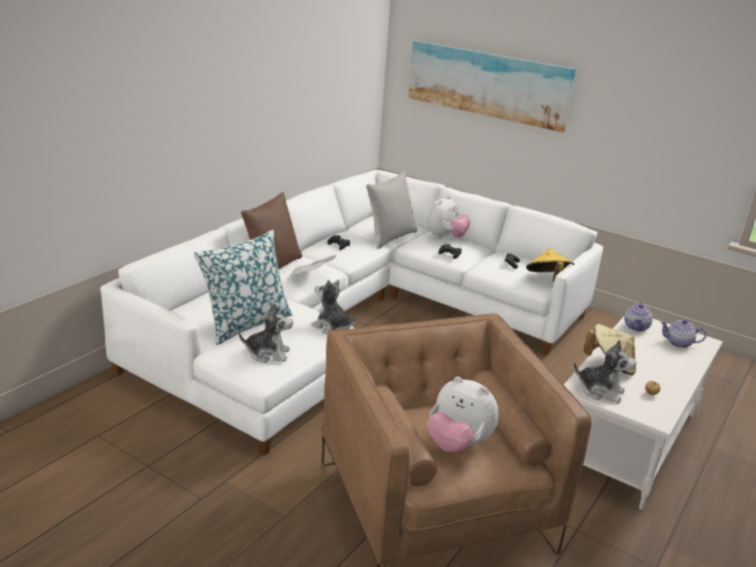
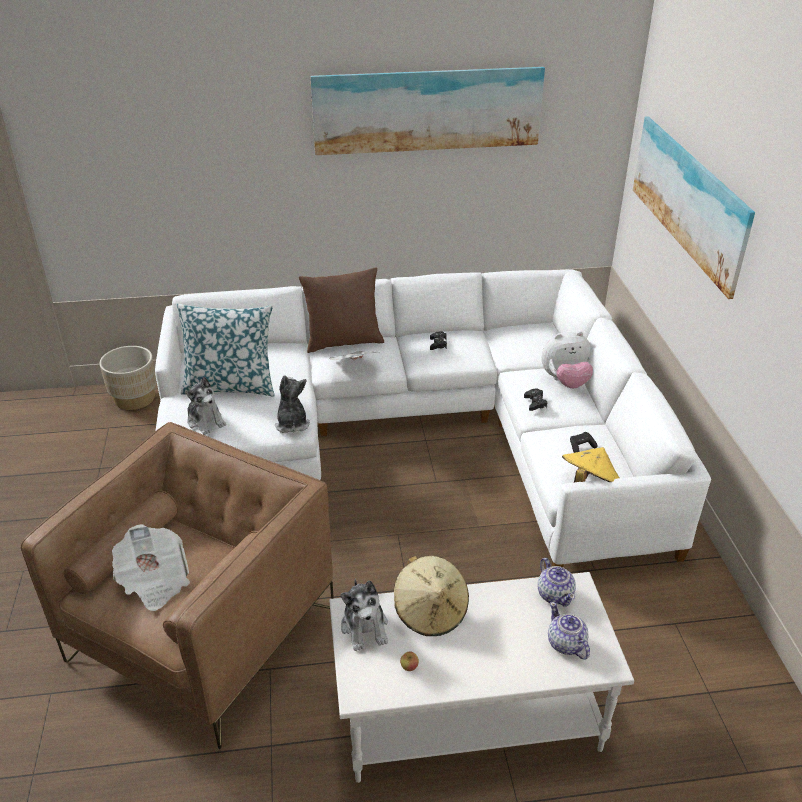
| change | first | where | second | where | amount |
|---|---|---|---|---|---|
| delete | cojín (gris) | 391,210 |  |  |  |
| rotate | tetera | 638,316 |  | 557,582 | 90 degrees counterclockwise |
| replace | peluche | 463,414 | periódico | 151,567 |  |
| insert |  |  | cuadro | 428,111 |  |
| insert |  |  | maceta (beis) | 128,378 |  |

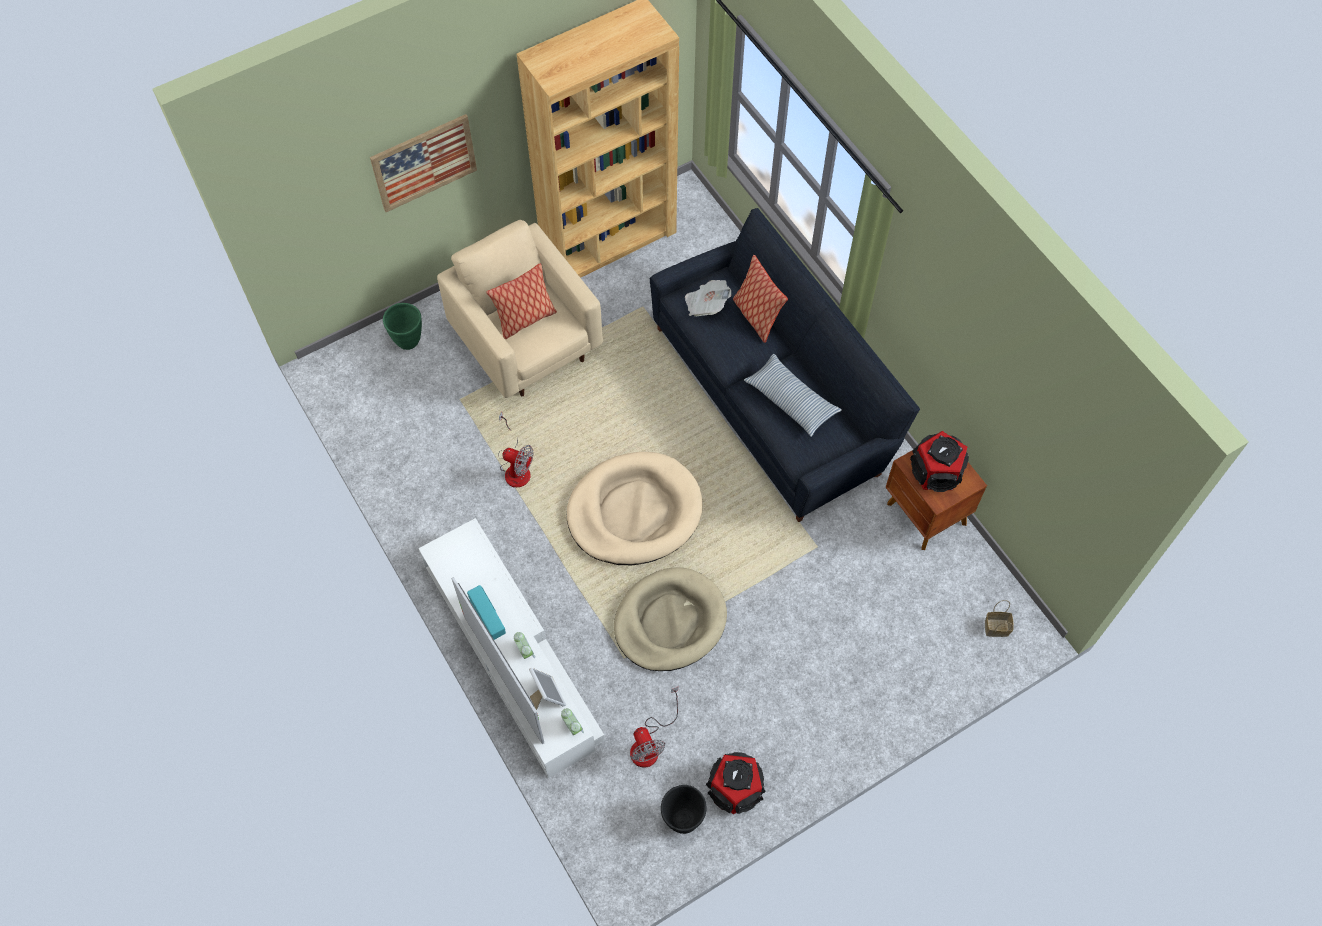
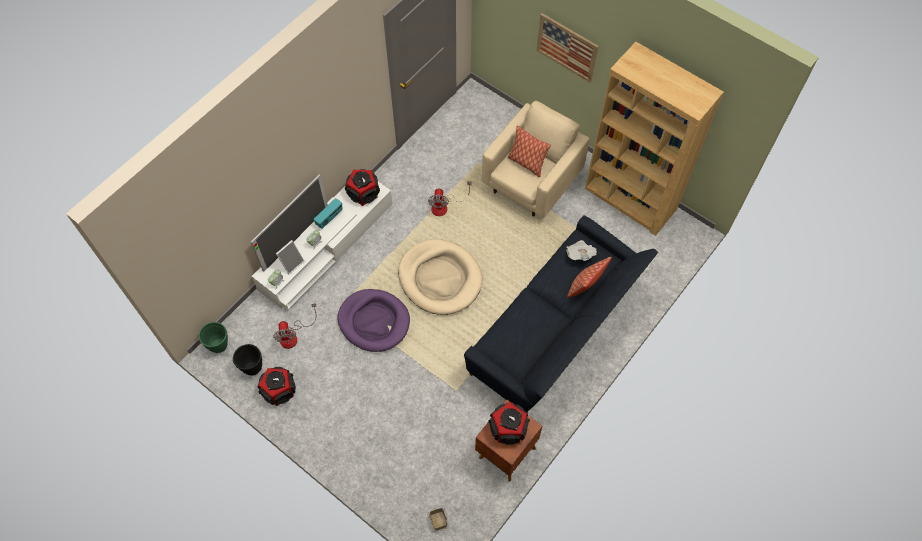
| change | first | where | second | where | amount |
|---|---|---|---|---|---|
| move | maceta (verde) | 402,326 |  | 213,337 |  |
| delete | cojín | 793,395 |  |  |  |
| recolor | cama para perro (beis) | 670,619 | cama para perro (morado) | 374,320 |  |
| rotate | ventilador | 654,727 |  | 294,326 | 60 degrees counterclockwise |
| insert |  |  | altavoz | 362,187 |  |

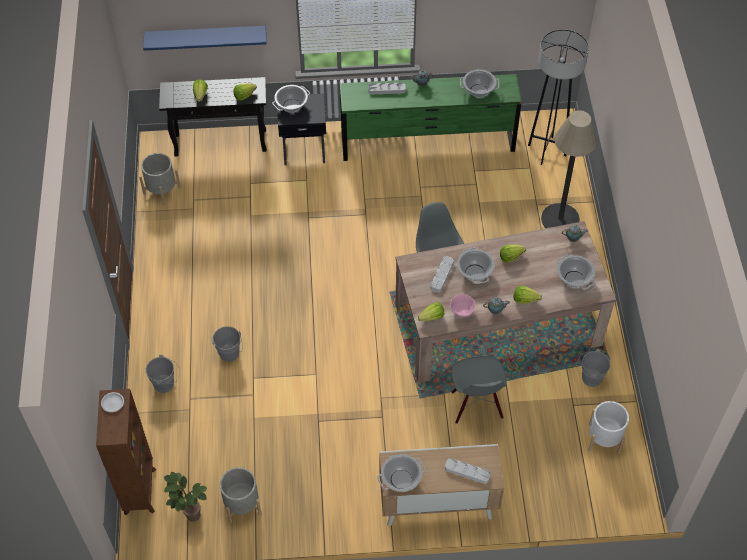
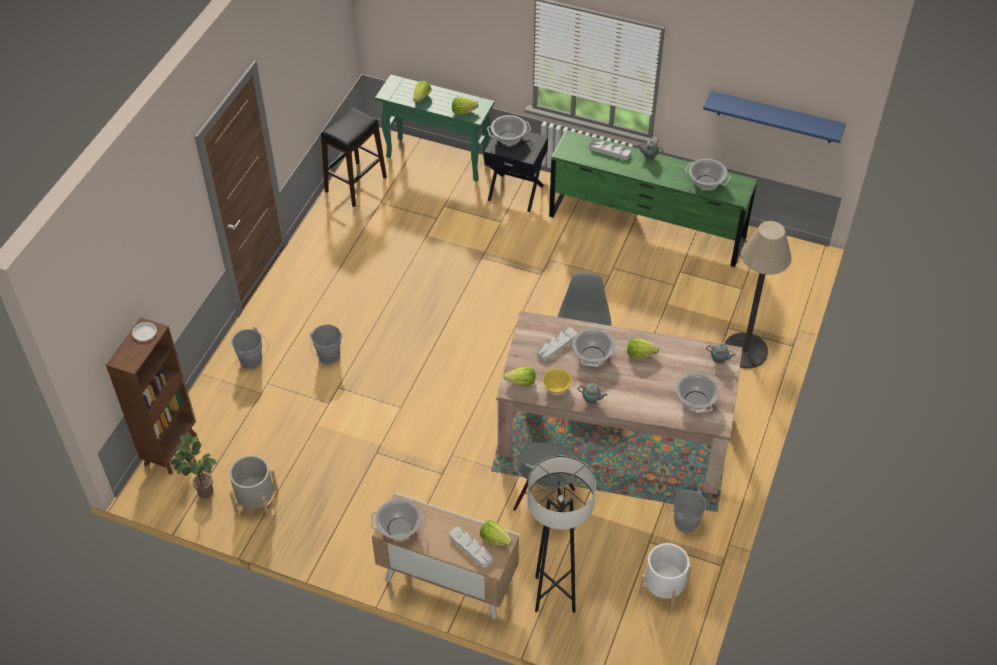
| change | first | where | second | where | amount |
|---|---|---|---|---|---|
| move | estante (azul) | 204,38 |  | 774,117 |  |
| move | lámpara de pie (gris) | 558,97 |  | 561,534 |  |
| recolor | mesa consola (negro) | 213,116 | mesa consola (verde) | 435,128 |  |
| replace | maceta (gris) | 160,179 | taburete (negro) | 354,157 |  |
| move | lechuga | 527,295 |  | 496,533 |  |
| recolor | cuenco (rosa) | 462,305 | cuenco (amarillo) | 557,381 |  |

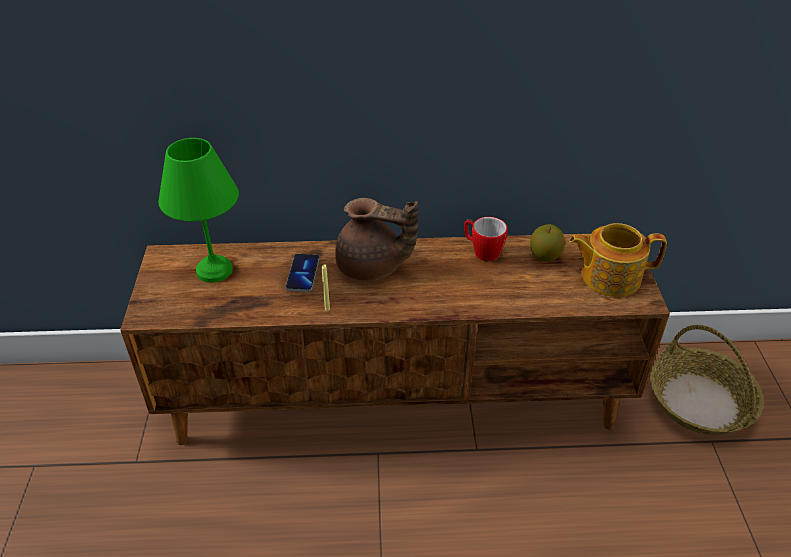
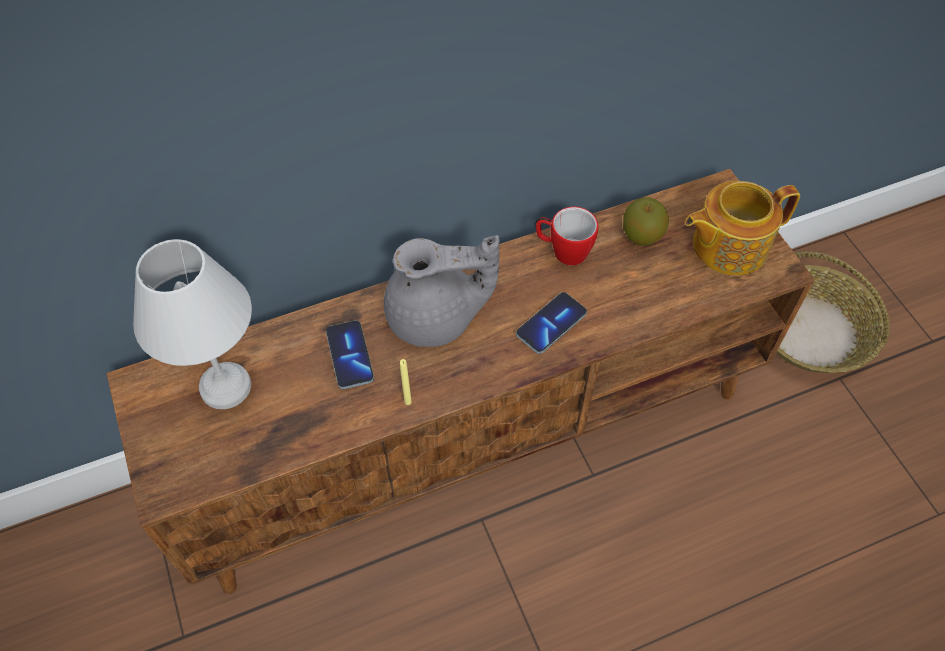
| change | first | where | second | where | amount |
|---|---|---|---|---|---|
| recolor | lámpara de mesa (verde) | 198,210 | lámpara de mesa (blanco) | 192,324 |  |
| recolor | tetera (marrón) | 376,239 | tetera (gris) | 442,291 |  |
| insert |  |  | móvil | 551,323 |  |

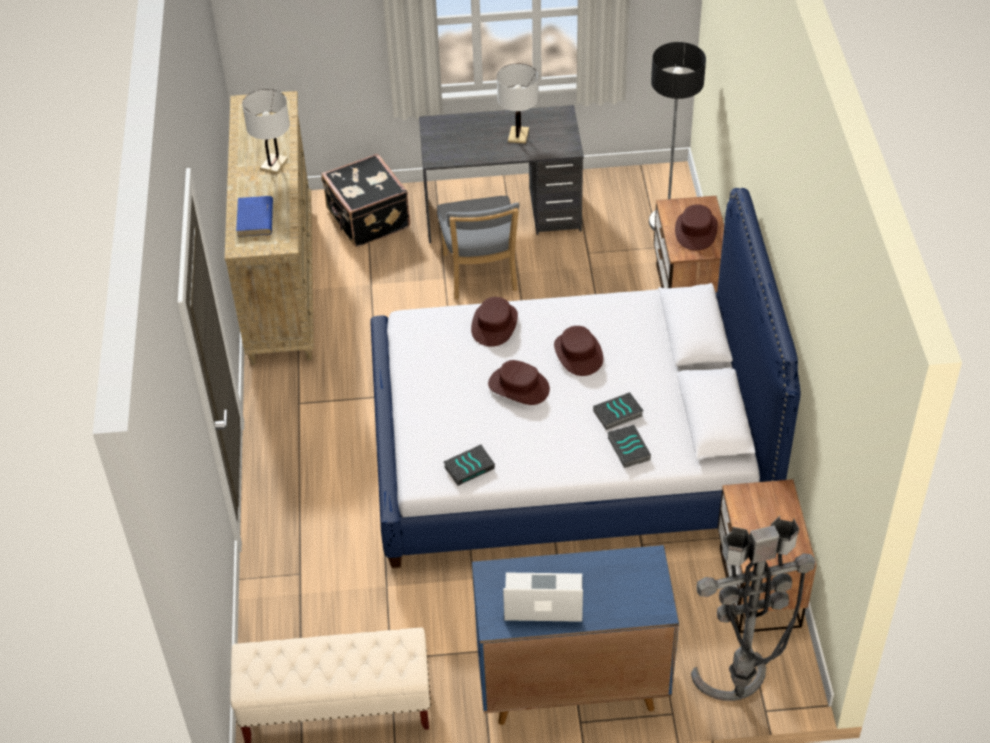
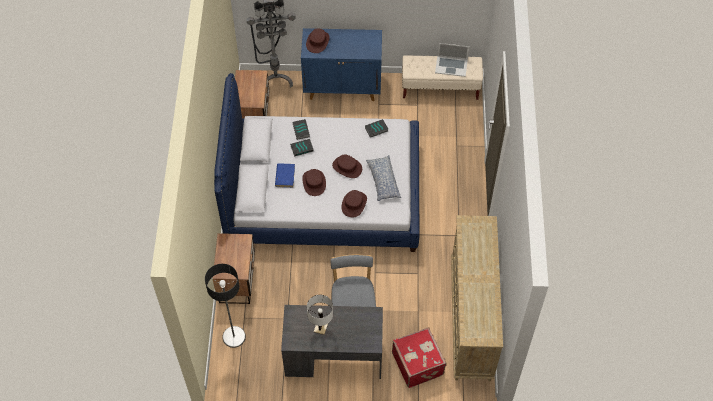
| change | first | where | second | where | amount |
|---|---|---|---|---|---|
| delete | lámpara de mesa (blanco) | 266,131 |  |  |  |
| recolor | maleta (negro) | 365,200 | maleta (rojo) | 419,357 |  |
| move | libro (azul) | 254,216 |  | 285,175 |  |
| move | sombrero (marrón) | 696,227 |  | 318,40 |  |
| move | portátil | 543,597 |  | 452,60 |  |
| insert |  |  | cojín | 383,178 |  |

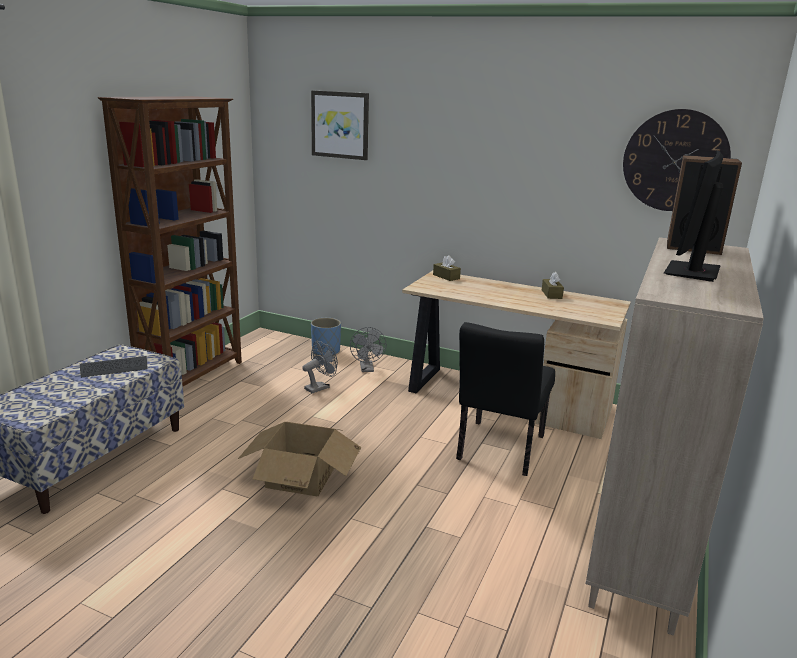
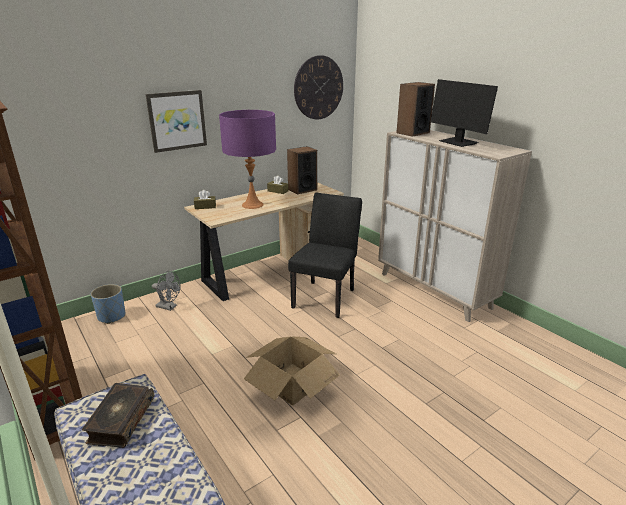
| change | first | where | second | where | amount |
|---|---|---|---|---|---|
| move | cuadro | 340,125 |  | 176,121 |  |
| rotate | silla (negro) | 505,399 |  | 325,255 | 120 degrees counterclockwise |
| delete | ventilador (gris) | 320,367 |  |  |  |
| replace | teclado | 113,366 | libro | 118,415 |  |
| insert |  |  | lámpara de mesa (morado) | 247,159 |  |
| insert |  |  | altavoz | 302,170 |  |

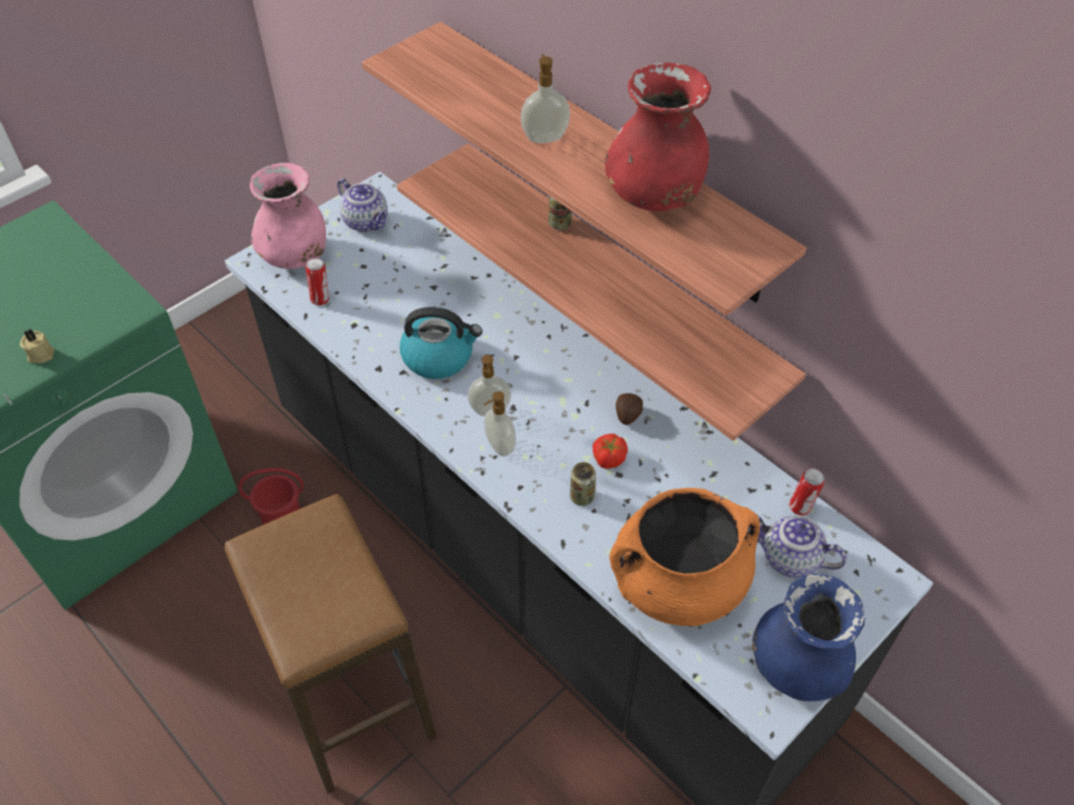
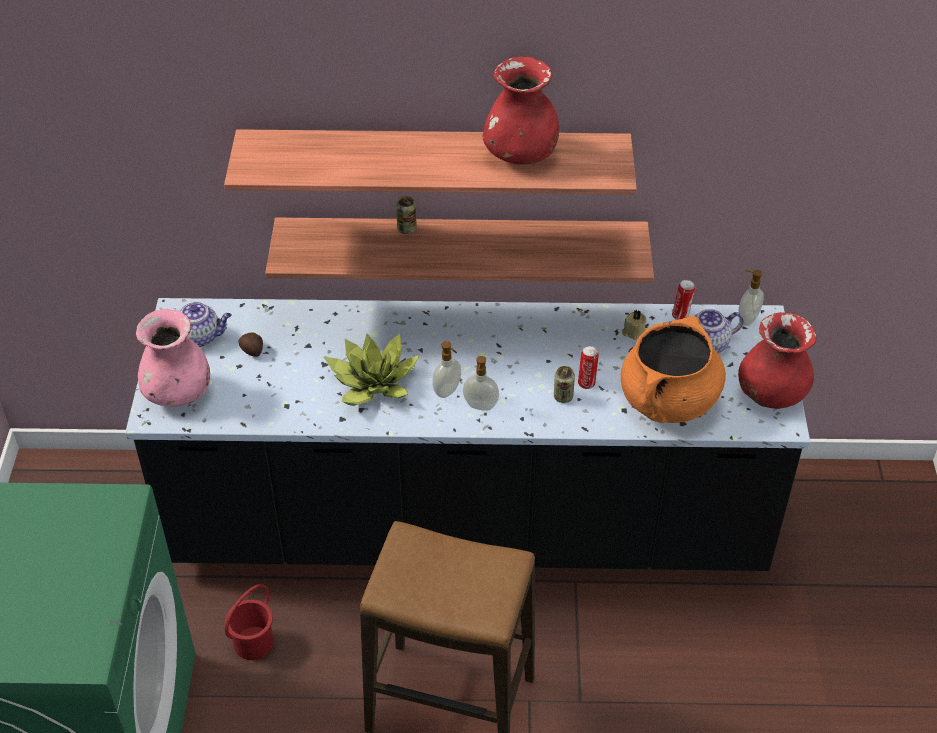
| change | first | where | second | where | amount |
|---|---|---|---|---|---|
| move | dispensador de jabón | 545,98 |  | 751,298 |  |
| move | lata | 317,282 |  | 588,367 |  |
| replace | hervidor | 441,343 | planta en maceta | 371,369 |  |
| move | vela (beis) | 37,346 |  | 634,325 |  |
| move | patata | 629,409 |  | 250,344 |  |
| delete | tomate | 610,451 |  |  |  |
| recolor | florero (azul) | 808,637 | florero (rojo) | 777,360 |  |

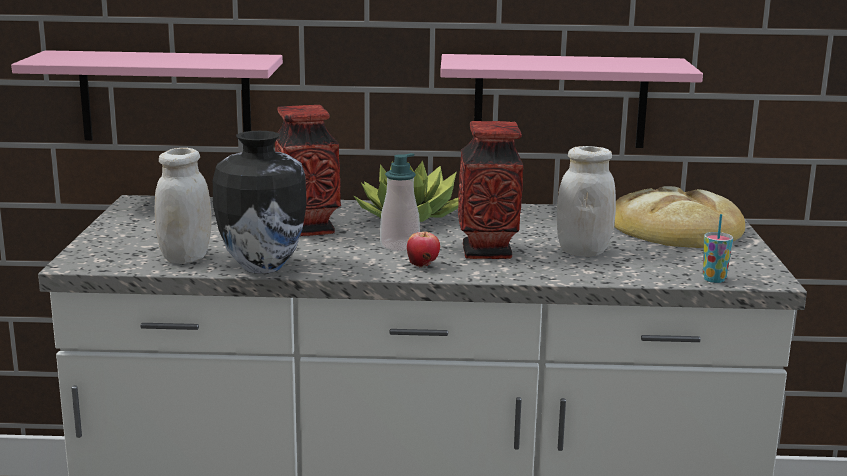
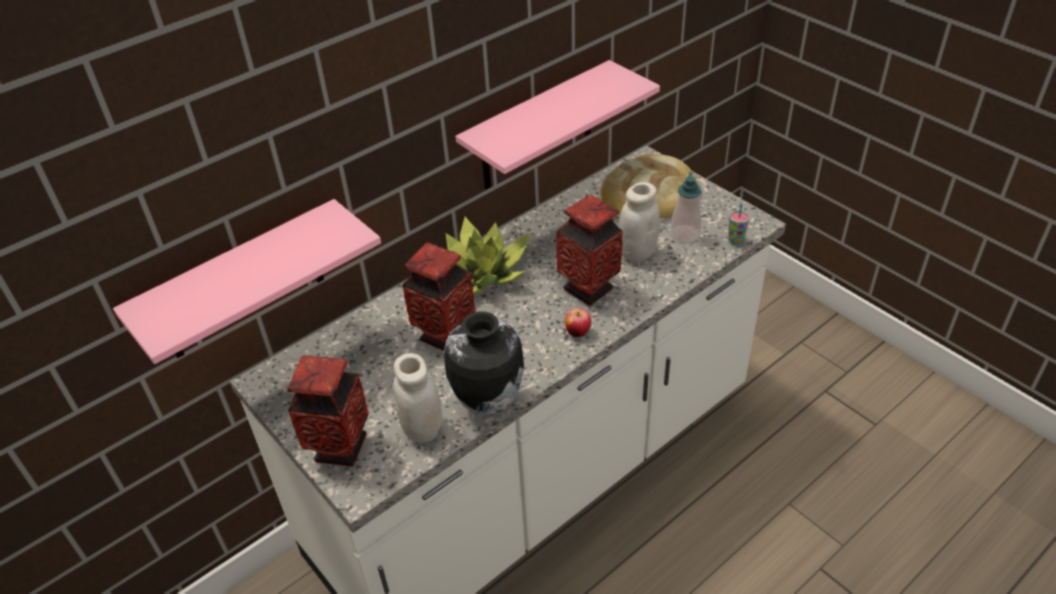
| change | first | where | second | where | amount |
|---|---|---|---|---|---|
| move | dispensador de jabón | 400,202 |  | 685,207 |  |
| insert |  |  | florero | 328,411 |  |

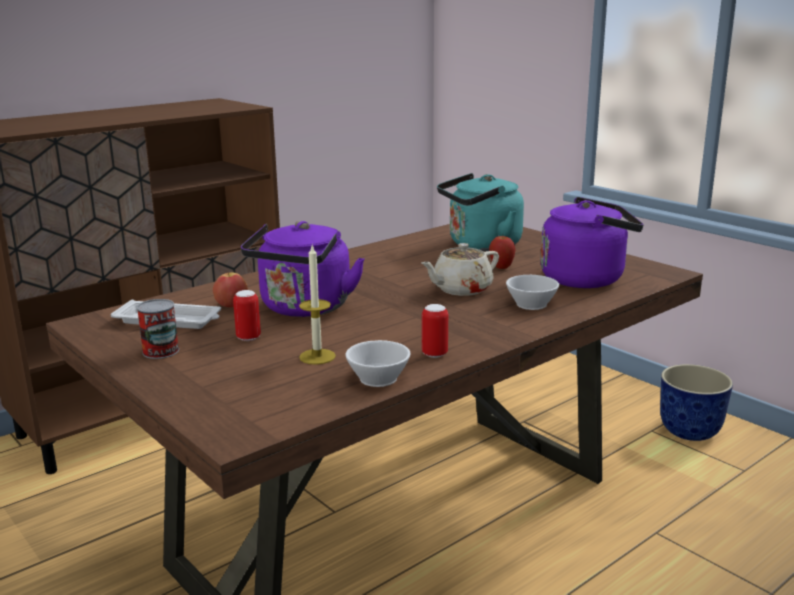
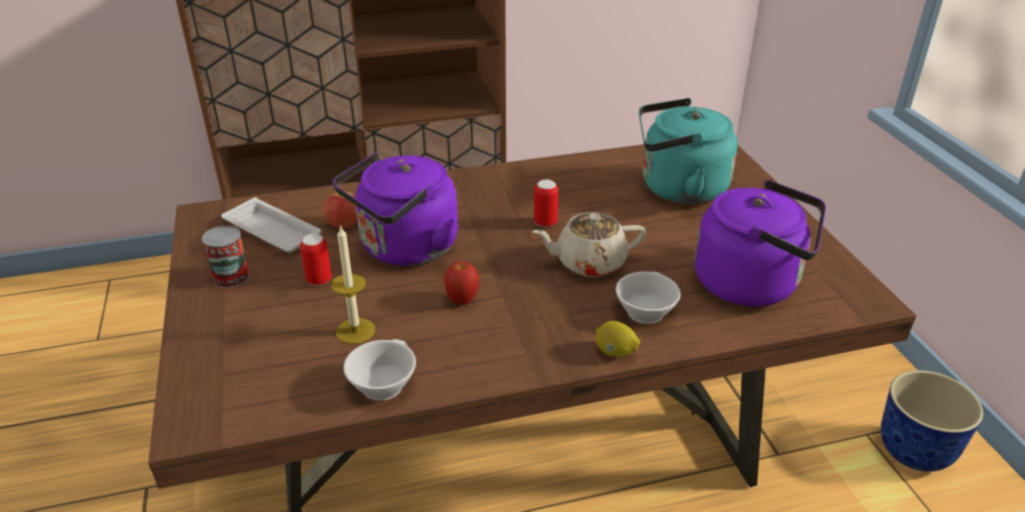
| change | first | where | second | where | amount |
|---|---|---|---|---|---|
| move | manzana | 502,252 |  | 461,282 |  |
| move | lata | 435,331 |  | 546,203 |  |
| insert |  |  | limón | 618,339 |  |

